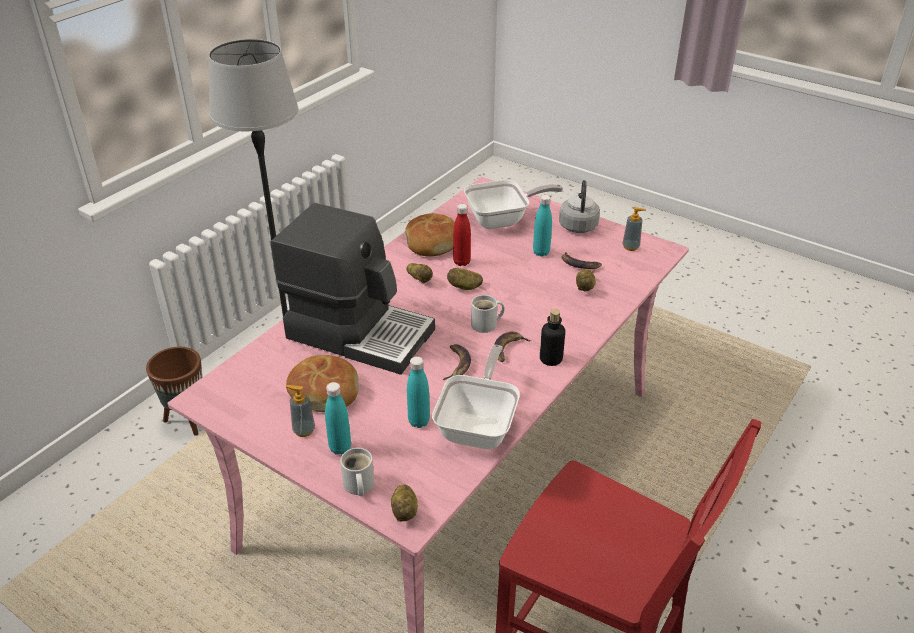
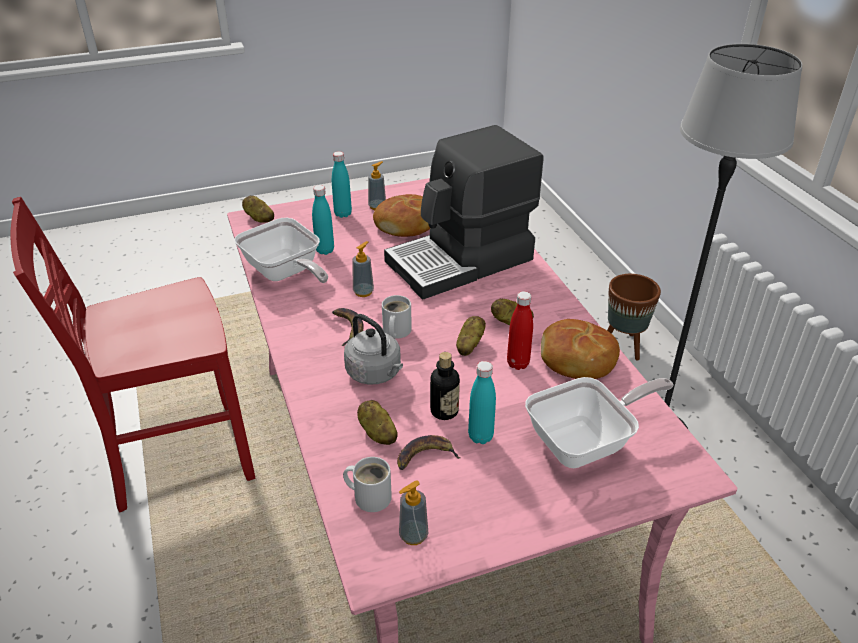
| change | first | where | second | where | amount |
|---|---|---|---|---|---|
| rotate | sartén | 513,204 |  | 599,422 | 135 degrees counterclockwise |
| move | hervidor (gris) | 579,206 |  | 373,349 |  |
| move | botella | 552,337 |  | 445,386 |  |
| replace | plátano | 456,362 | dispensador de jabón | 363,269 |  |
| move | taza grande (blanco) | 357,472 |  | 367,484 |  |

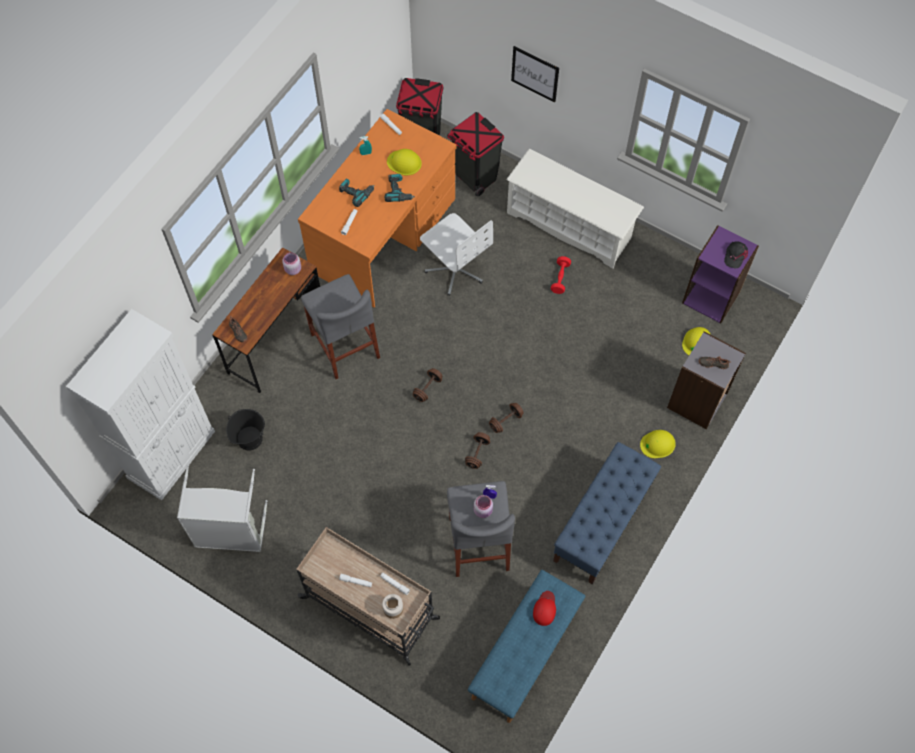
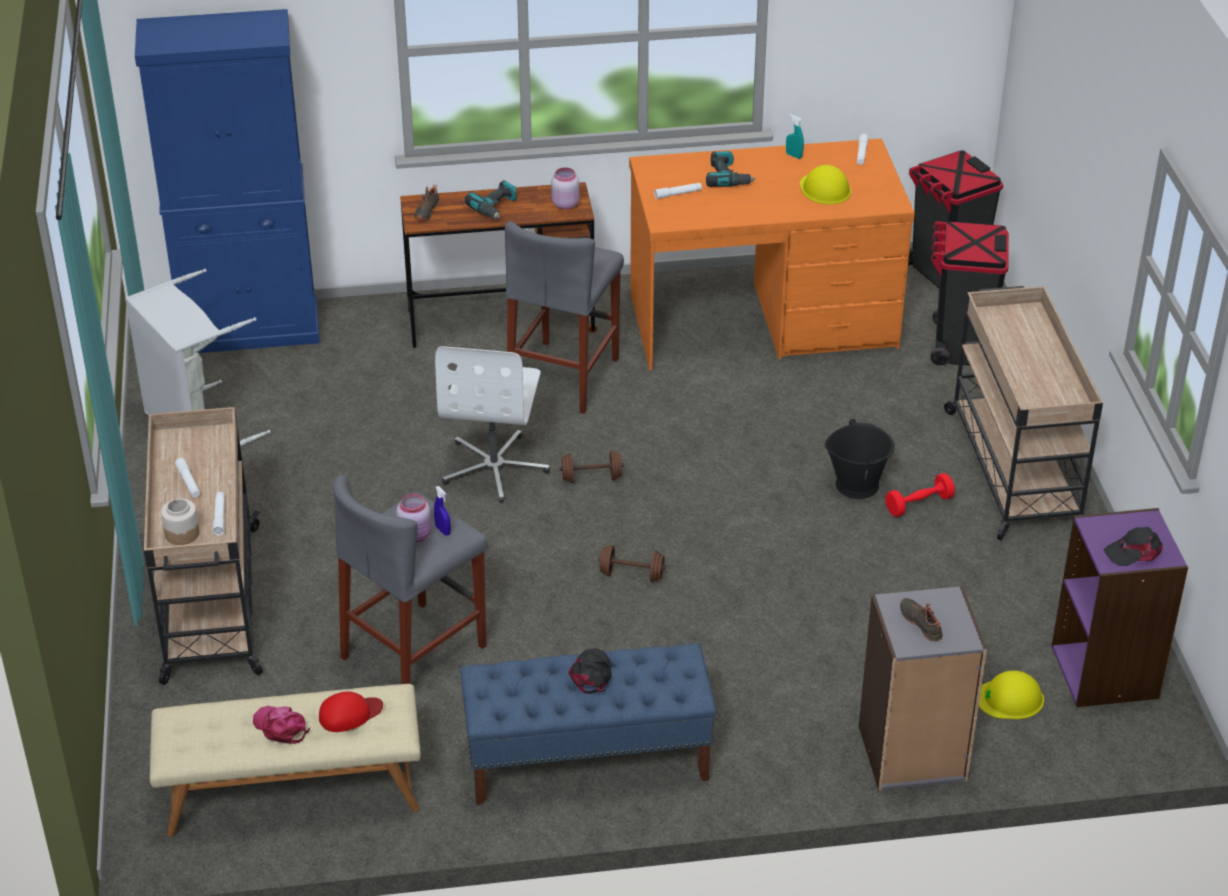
| change | first | where | second | where | amount |
|---|---|---|---|---|---|
| delete | cuadro | 535,74 |  |  |  |
| replace | zapatero (blanco) | 575,209 | carrito (beis) | 1023,413 |  |
| move | taladro | 400,188 |  | 491,199 |  |
| move | silla de oficina (blanco) | 456,254 |  | 492,424 |  |
| recolor | armario (blanco) | 140,404 | armario (azul) | 227,181 |  |
| move | cubo (negro) | 245,429 |  | 859,459 |  |
| delete | casco (amarillo) | 658,444 |  |  |  |
| delete | mancuerna (marrón) | 477,450 |  |  |  |
| recolor | banco (azul) | 526,646 | banco (beis) | 285,760 |  |
| insert |  |  | gorra (negro) | 590,671 |  |
| insert |  |  | gorra (rosa) | 281,725 |  |

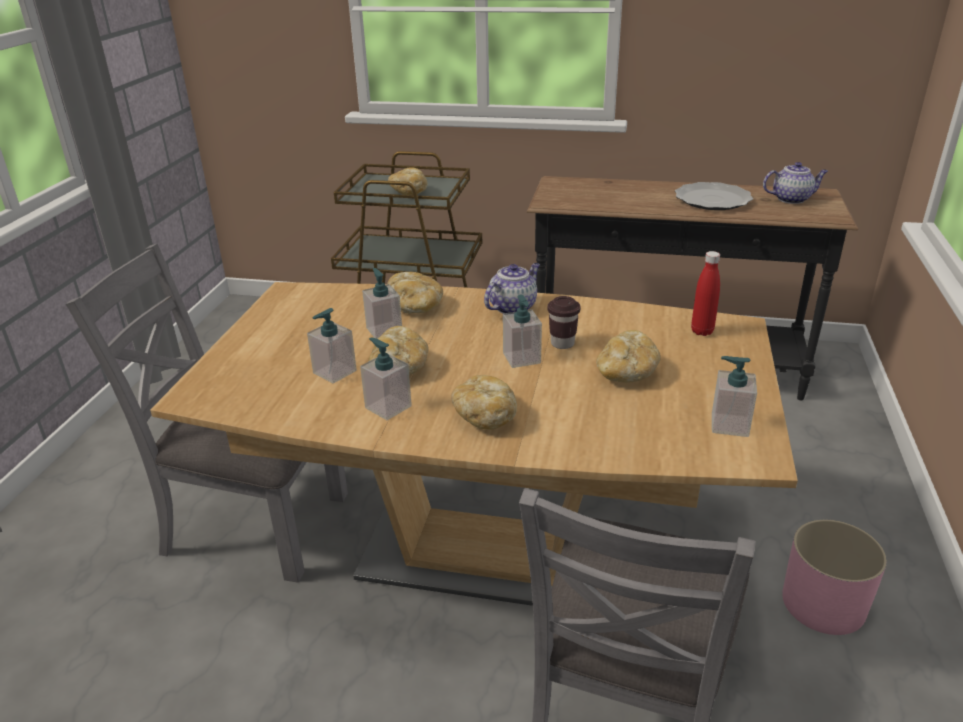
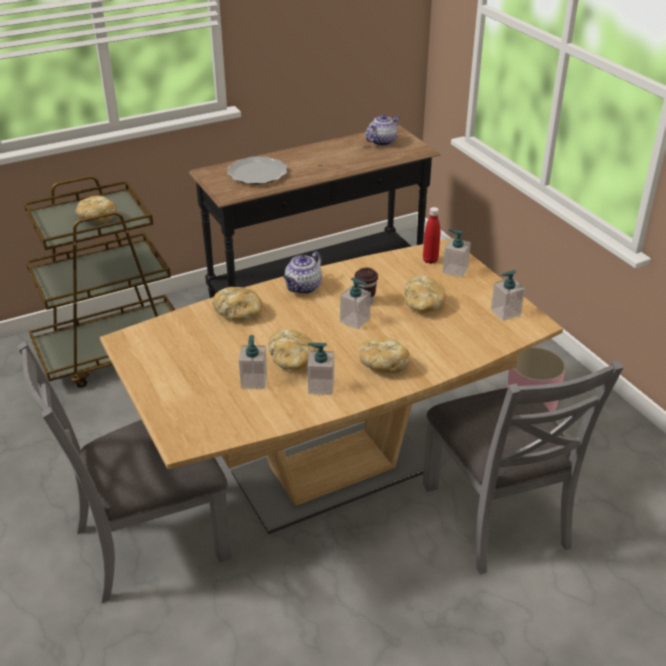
| change | first | where | second | where | amount |
|---|---|---|---|---|---|
| move | plato | 714,196 |  | 257,170 |  |
| rotate | tetera | 512,288 |  | 303,272 | 150 degrees counterclockwise |
| move | dispensador de jabón | 382,303 |  | 457,253 |  |

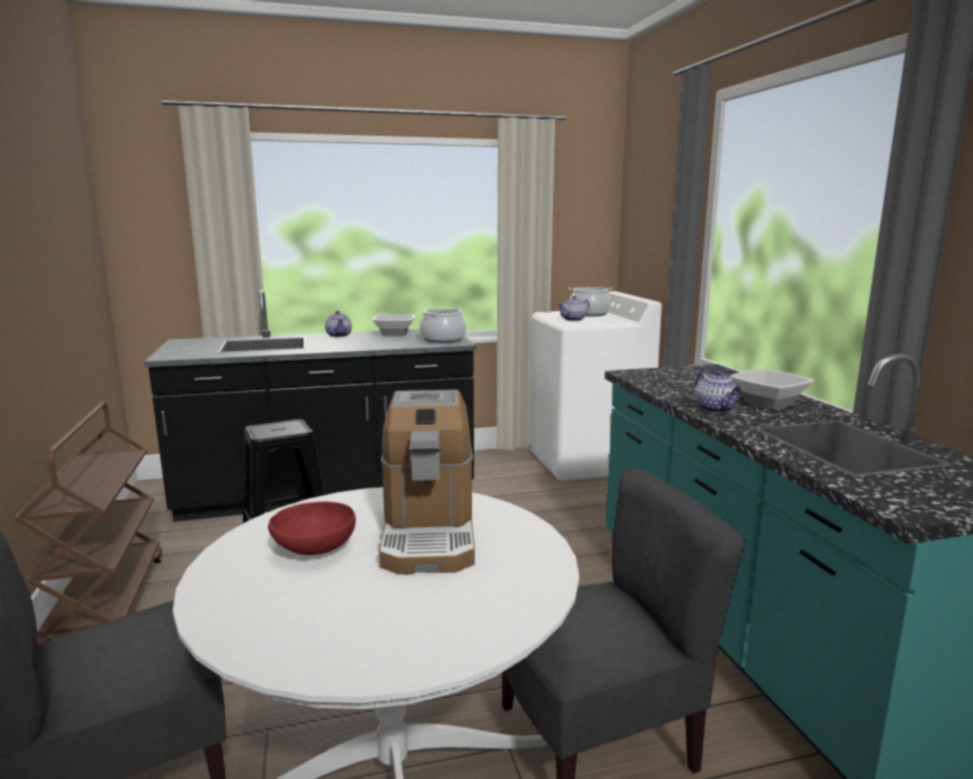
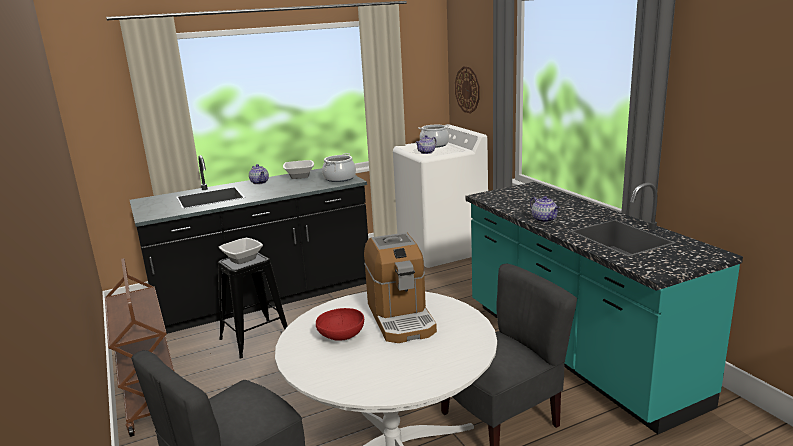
| change | first | where | second | where | amount |
|---|---|---|---|---|---|
| move | cuenco | 772,389 |  | 241,251 |  |
| insert |  |  | reloj de pared | 467,90 |  |

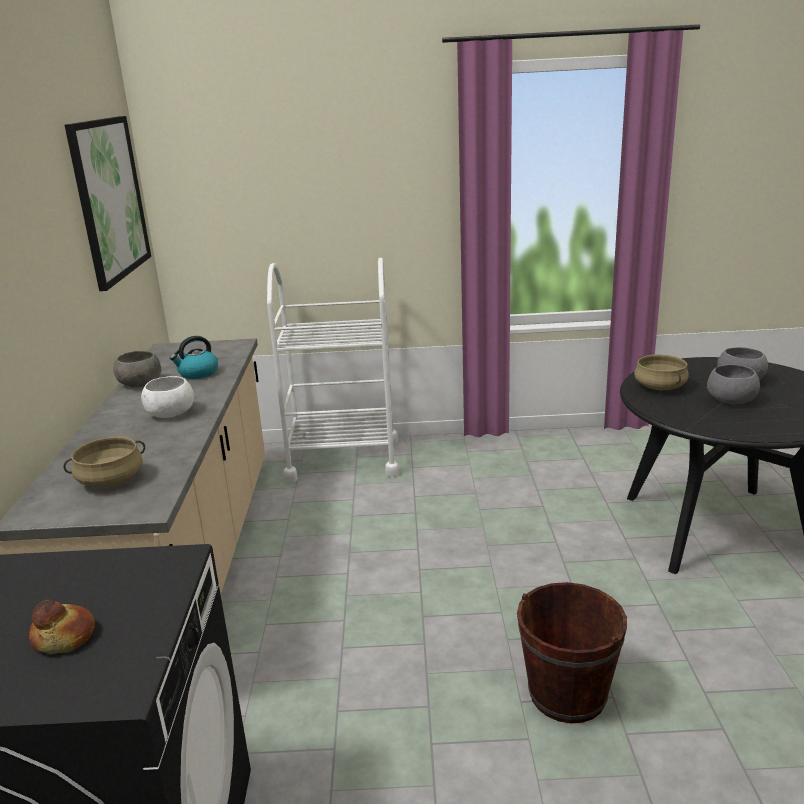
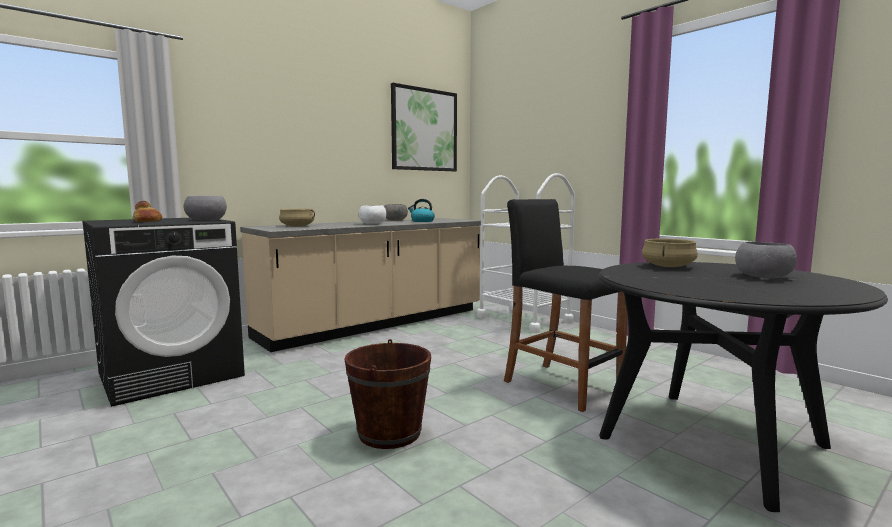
| change | first | where | second | where | amount |
|---|---|---|---|---|---|
| move | cuenco (gris) | 733,384 |  | 205,208 |  |
| insert |  |  | taburete (negro) | 566,305 |  |

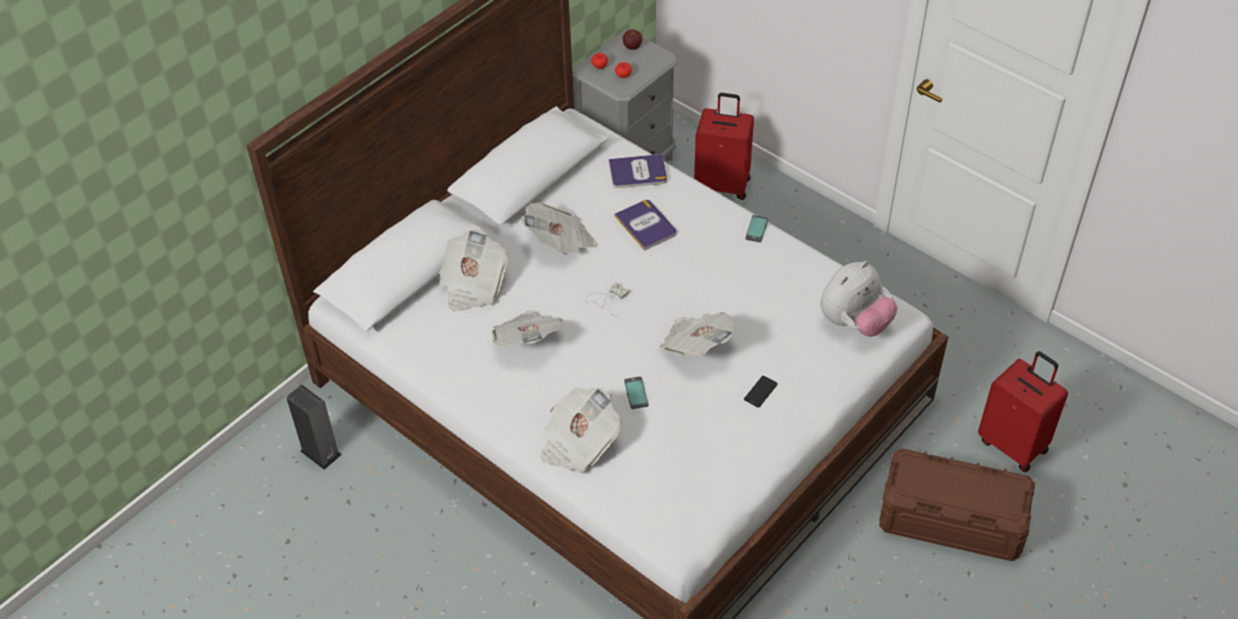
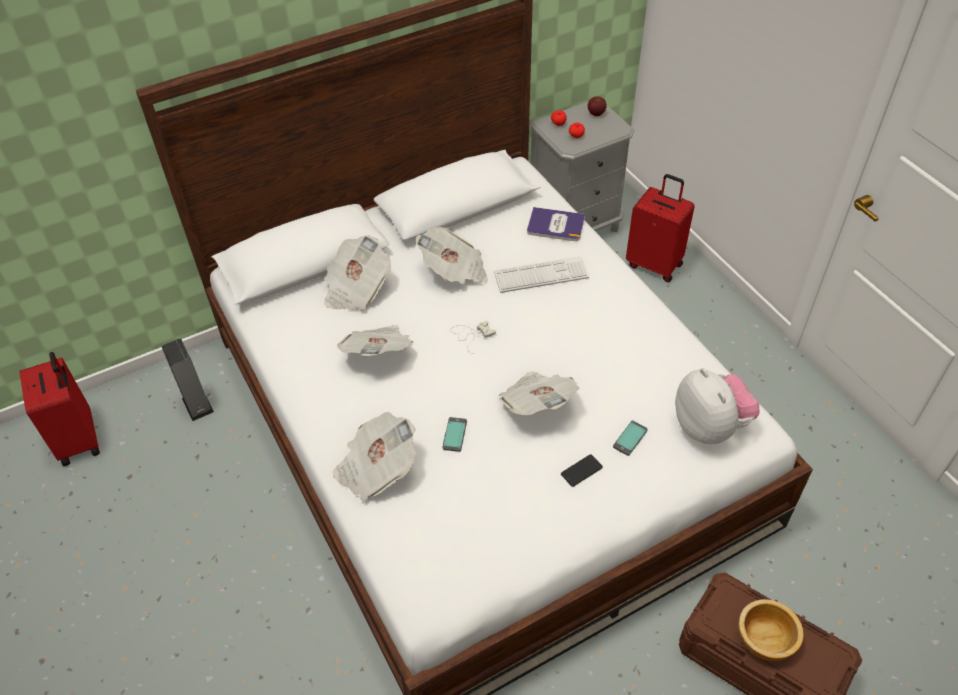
| change | first | where | second | where | amount |
|---|---|---|---|---|---|
| replace | libro | 645,225 | teclado | 541,274 |  |
| move | móvil | 756,228 |  | 630,438 |  |
| rotate | peluche | 859,299 |  | 717,406 | 90 degrees counterclockwise |
| move | maleta (rojo) | 1023,411 |  | 59,409 |  |
| insert |  |  | cuenco | 771,630 |  |

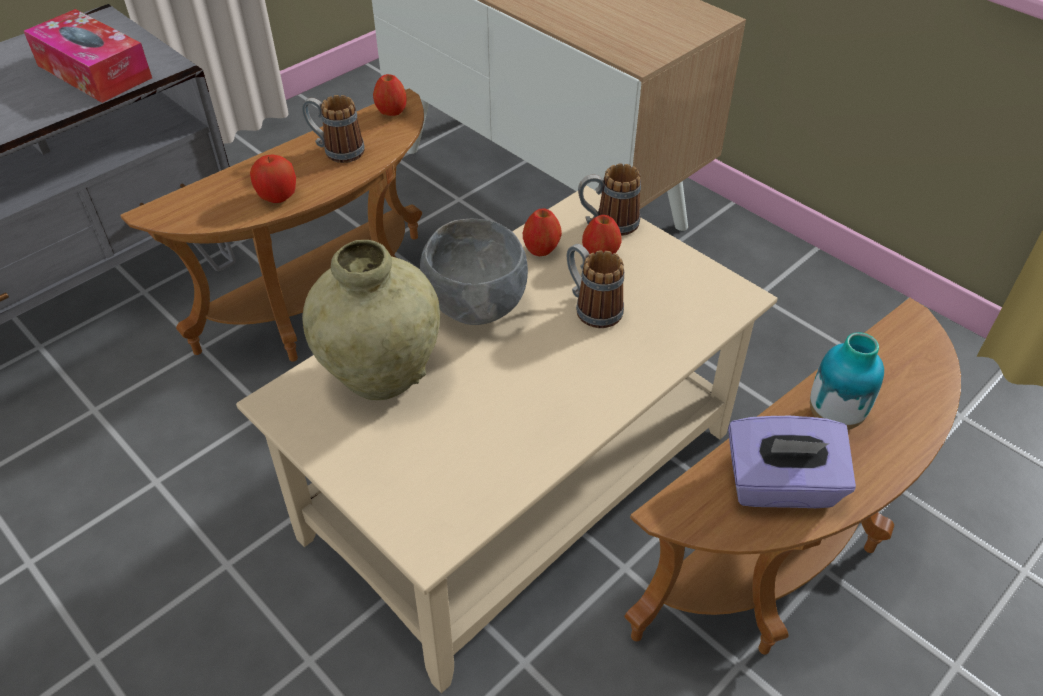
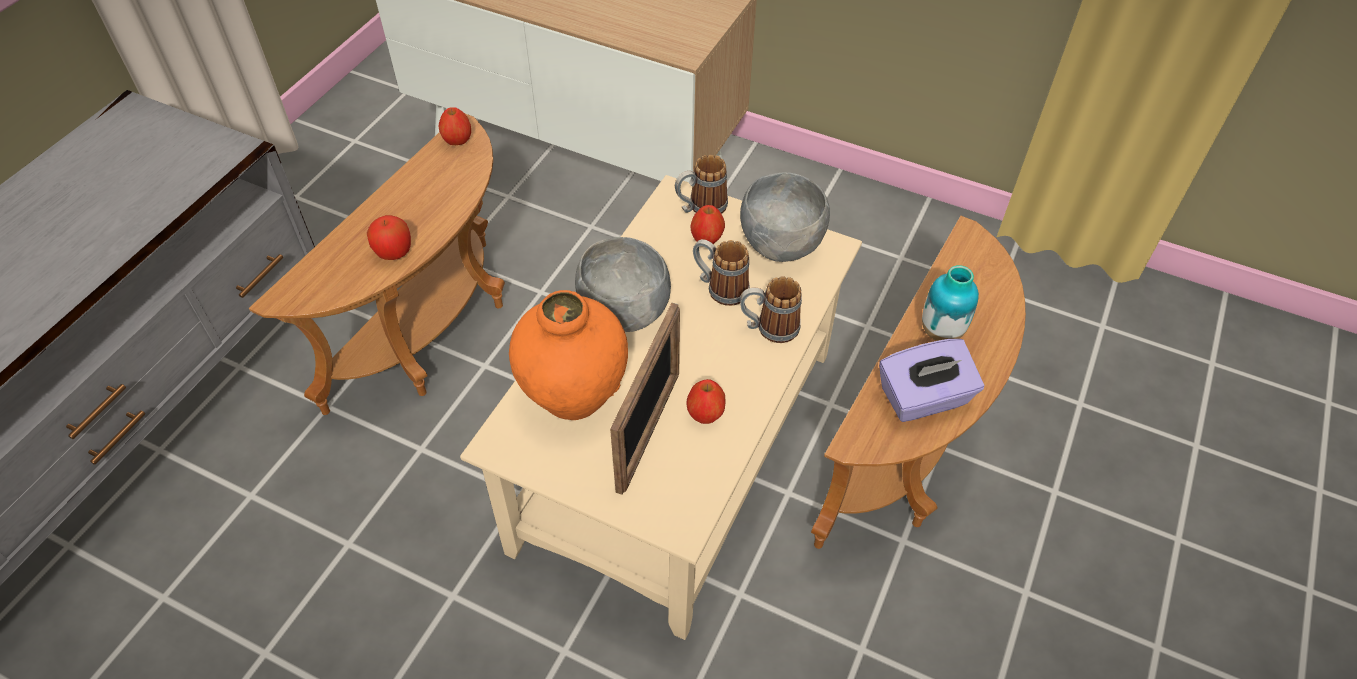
| change | first | where | second | where | amount |
|---|---|---|---|---|---|
| delete | caja de pañuelos | 88,56 |  |  |  |
| move | taza grande | 333,129 |  | 771,309 |  |
| move | manzana | 542,232 |  | 706,401 |  |
| recolor | florero (beis) | 371,320 | florero (naranja) | 568,355 |  |
| insert |  |  | cuenco (gris) | 785,217 |  |
| insert |  |  | portarretratos | 645,399 |  |

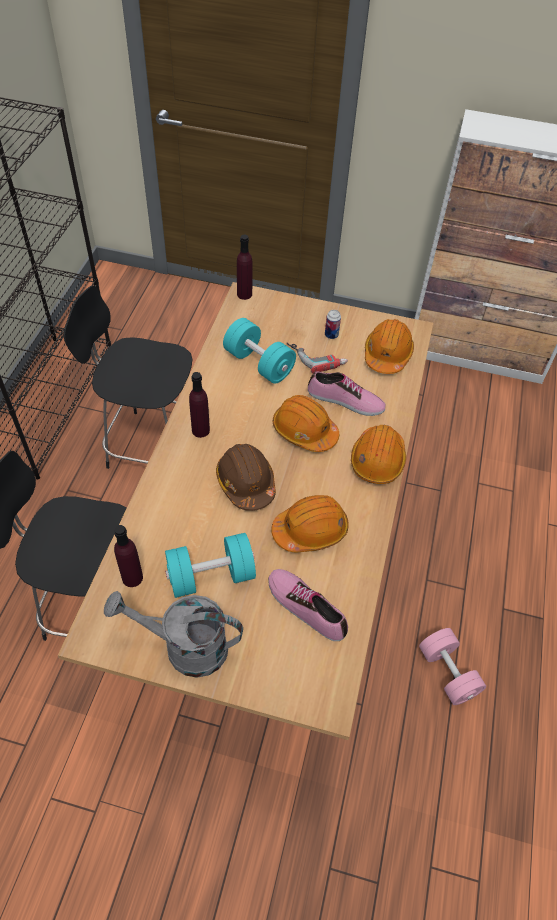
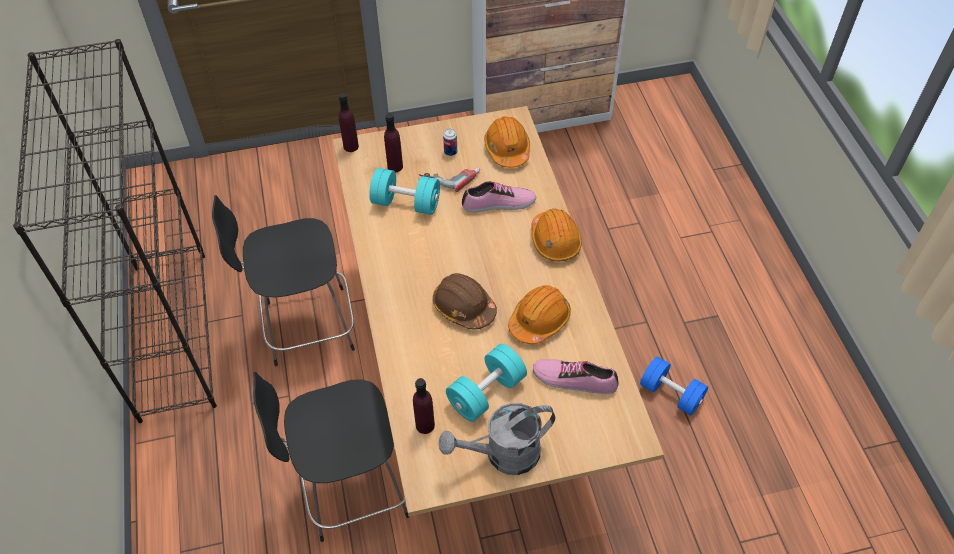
| change | first | where | second | where | amount |
|---|---|---|---|---|---|
| move | botella (morado) | 199,405 |  | 393,142 |  |
| delete | casco (naranja) | 306,423 |  |  |  |
| recolor | mancuerna (rosa) | 452,666 | mancuerna (azul) | 674,385 |  |

